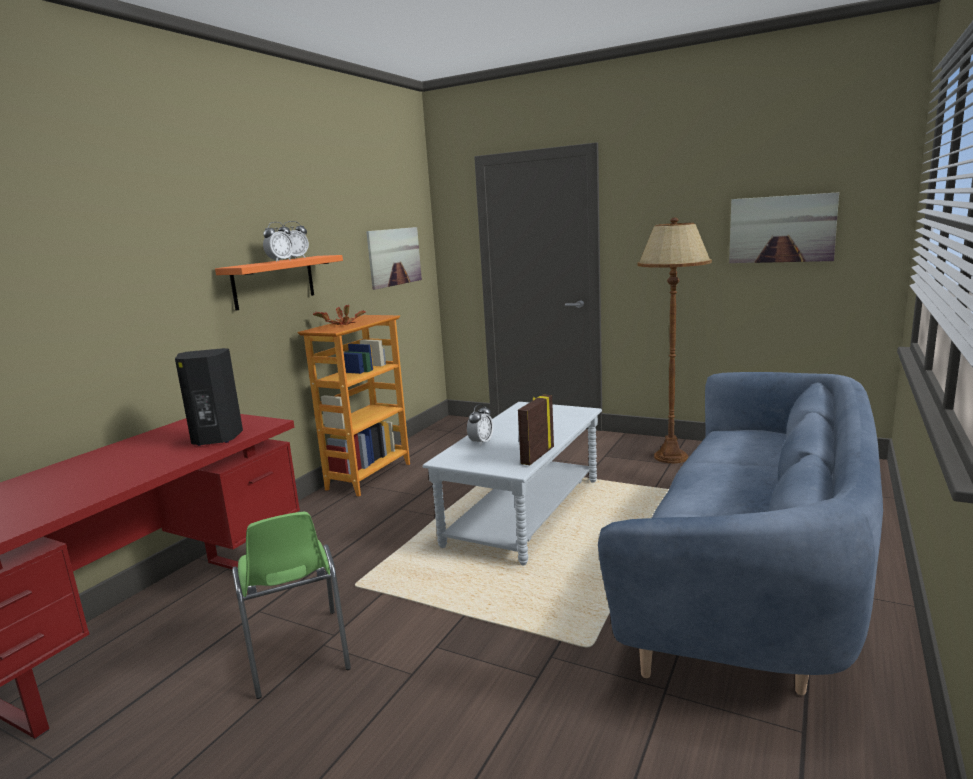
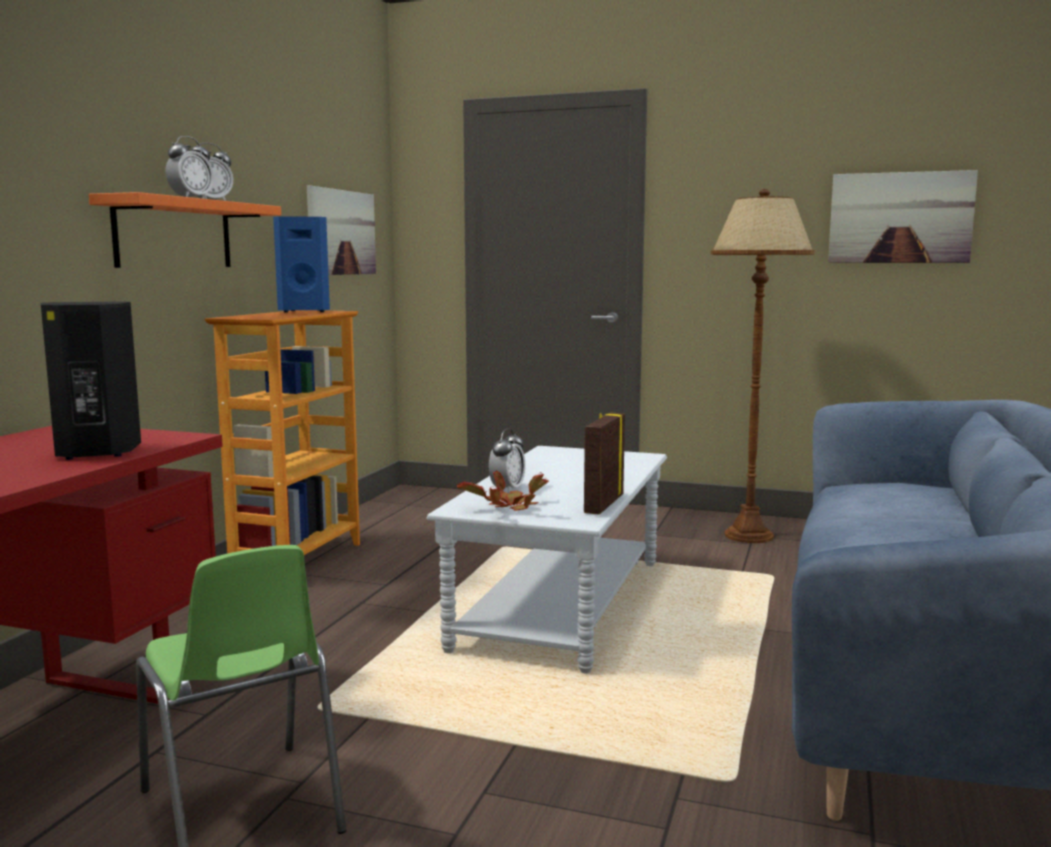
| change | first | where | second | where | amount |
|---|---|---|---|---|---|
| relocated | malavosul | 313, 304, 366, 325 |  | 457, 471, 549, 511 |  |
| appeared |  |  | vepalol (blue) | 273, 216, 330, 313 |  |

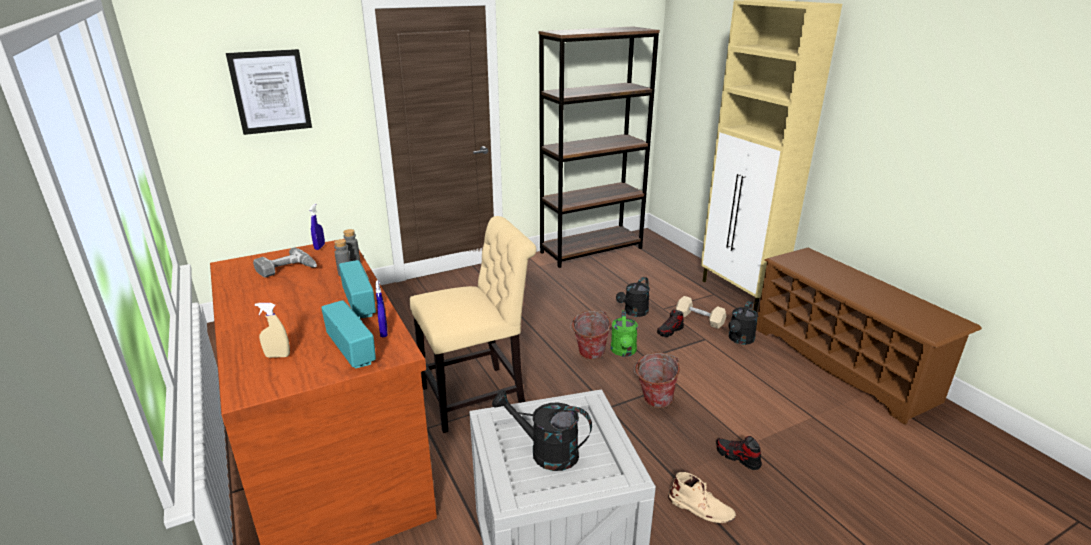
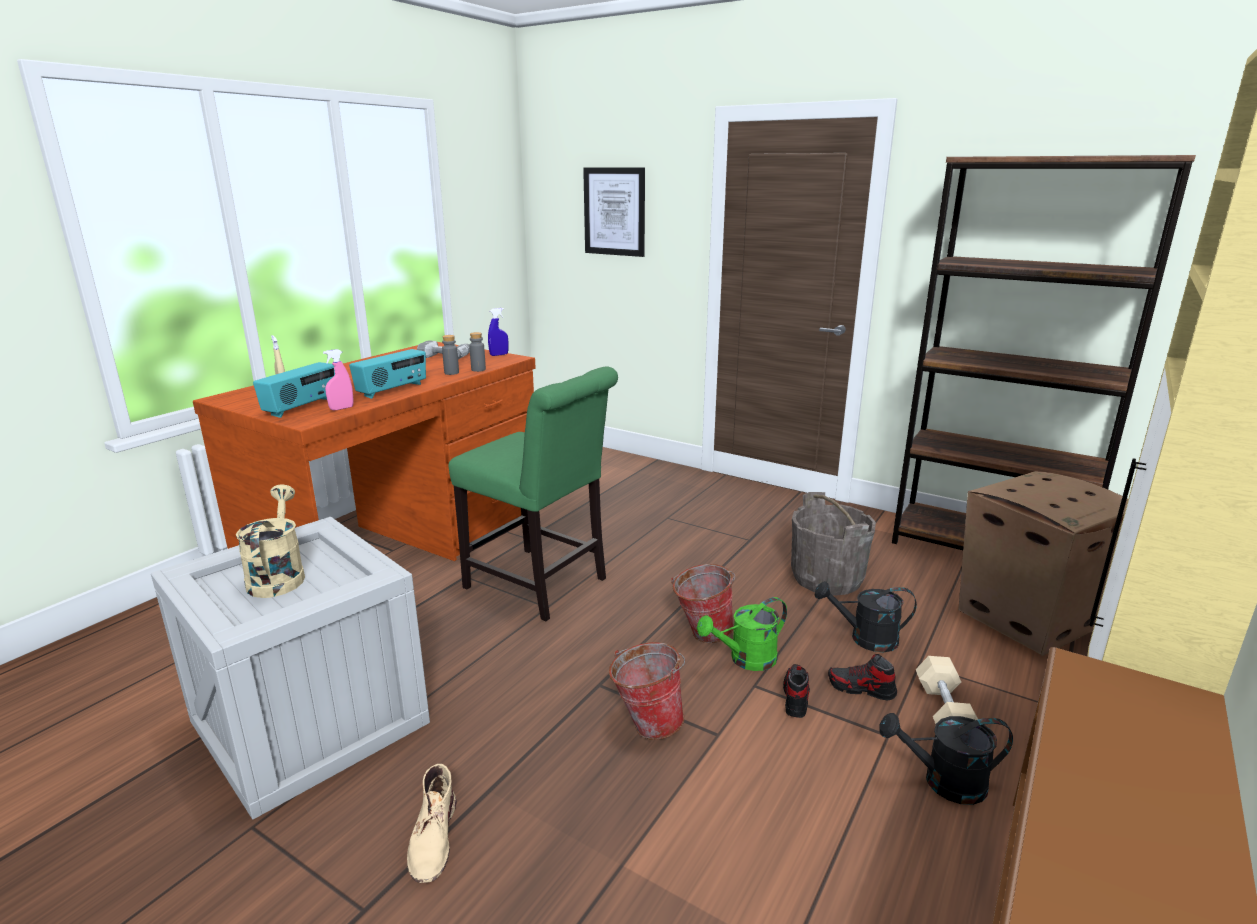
| change | first | where | second | where | amount |
|---|---|---|---|---|---|
| colour | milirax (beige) | 410, 216, 536, 433 | milirax (green) | 449, 366, 618, 621 |  |
| colour | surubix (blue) | 376, 280, 388, 337 | surubix (pink) | 323, 349, 354, 411 |  |
| colour | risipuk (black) | 492, 390, 592, 471 | risipuk (beige) | 236, 484, 305, 598 |  |
| relocated | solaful | 716, 436, 762, 470 |  | 783, 664, 810, 718 |  |
| appeared |  |  | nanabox | 958, 471, 1128, 656 |  |
| appeared |  |  | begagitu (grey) | 791, 492, 876, 596 |  |

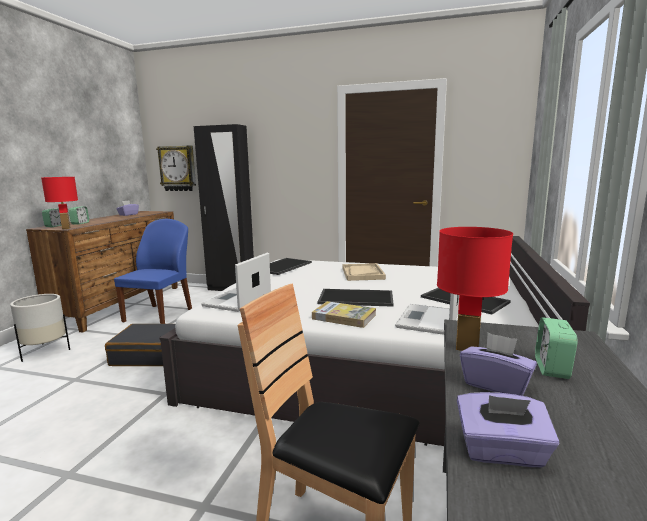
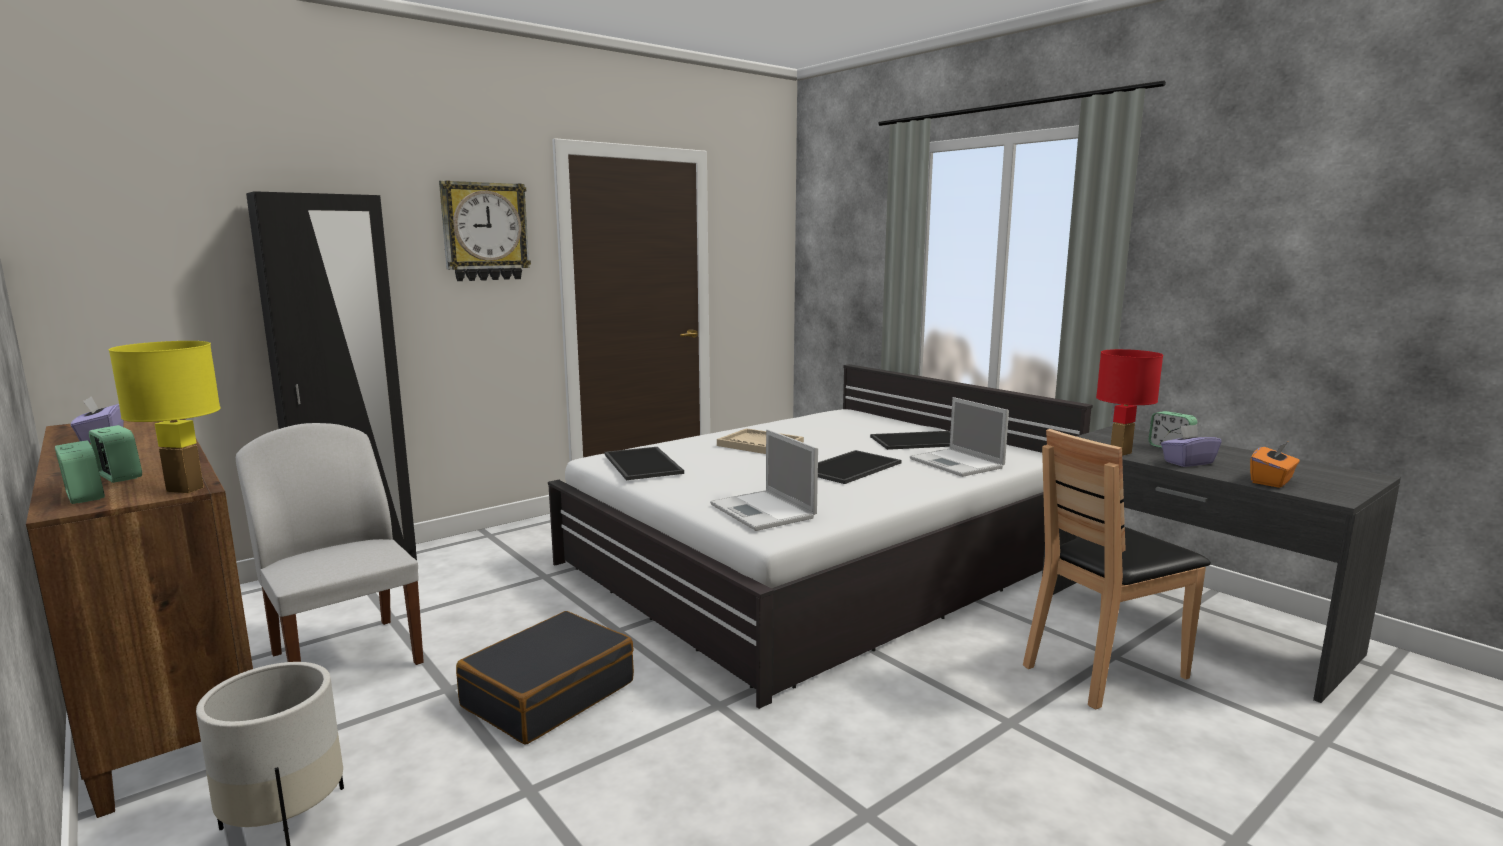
| change | first | where | second | where | amount |
|---|---|---|---|---|---|
| relocated | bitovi | 156, 146, 196, 191 |  | 439, 180, 531, 281 |  |
| colour | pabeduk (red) | 41, 177, 78, 229 | pabeduk (yellow) | 109, 341, 221, 493 |  |
| colour | milirax (blue) | 114, 219, 192, 324 | milirax (white) | 236, 423, 424, 665 |  |
| missing | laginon | 312, 301, 376, 328 |  |  |  |
| colour | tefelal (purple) | 457, 392, 559, 467 | tefelal (orange) | 1250, 442, 1299, 488 |  |

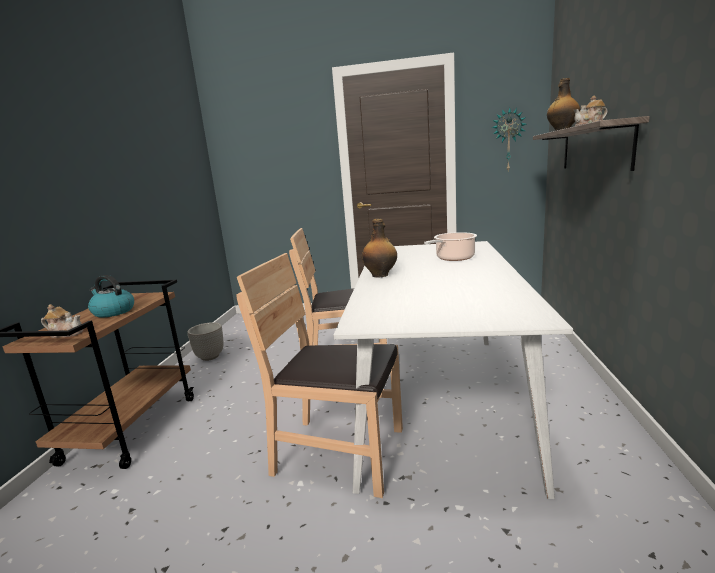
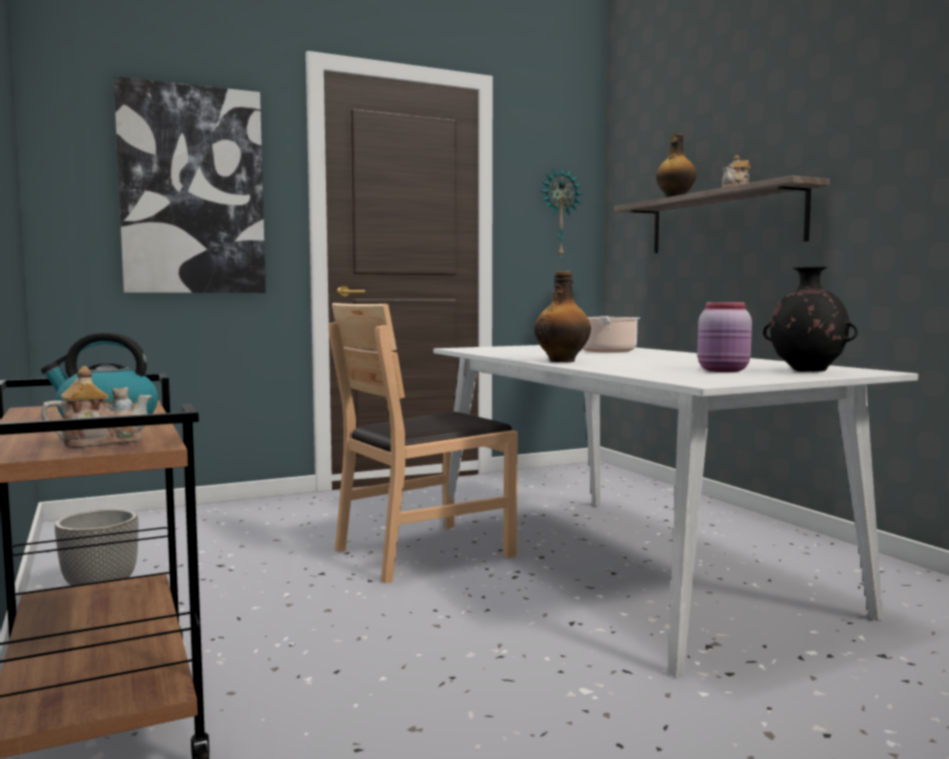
| change | first | where | second | where | amount |
|---|---|---|---|---|---|
| missing | milirax (brown) | 236, 253, 403, 498 |  |  |  |
| appeared |  |  | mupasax | 114, 76, 266, 293 |  |
| appeared |  |  | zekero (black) | 763, 266, 858, 372 |  |
| appeared |  |  | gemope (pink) | 697, 302, 752, 372 |  |

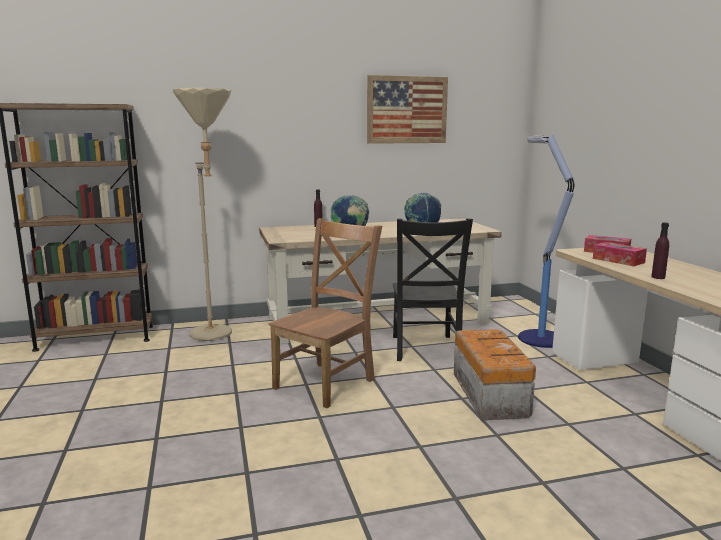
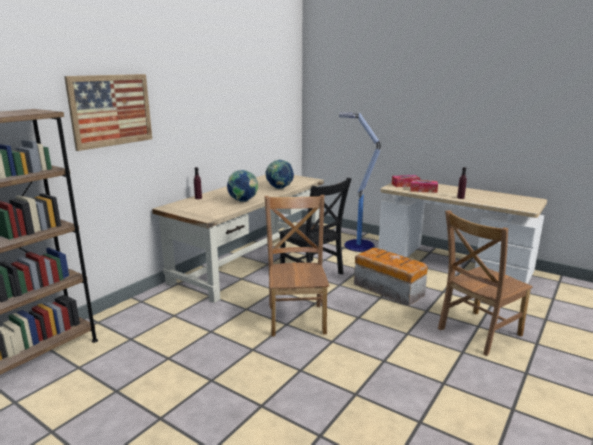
| change | first | where | second | where | amount |
|---|---|---|---|---|---|
| relocated | mupasax | 367, 75, 448, 144 |  | 64, 74, 152, 151 |  |
| missing | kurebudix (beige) | 173, 88, 232, 341 |  |  |  |
| appeared |  |  | milirax (brown) | 438, 210, 533, 356 |  |

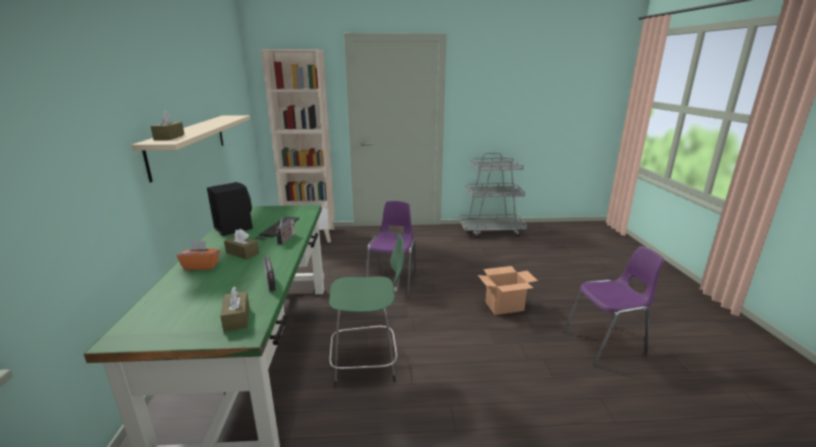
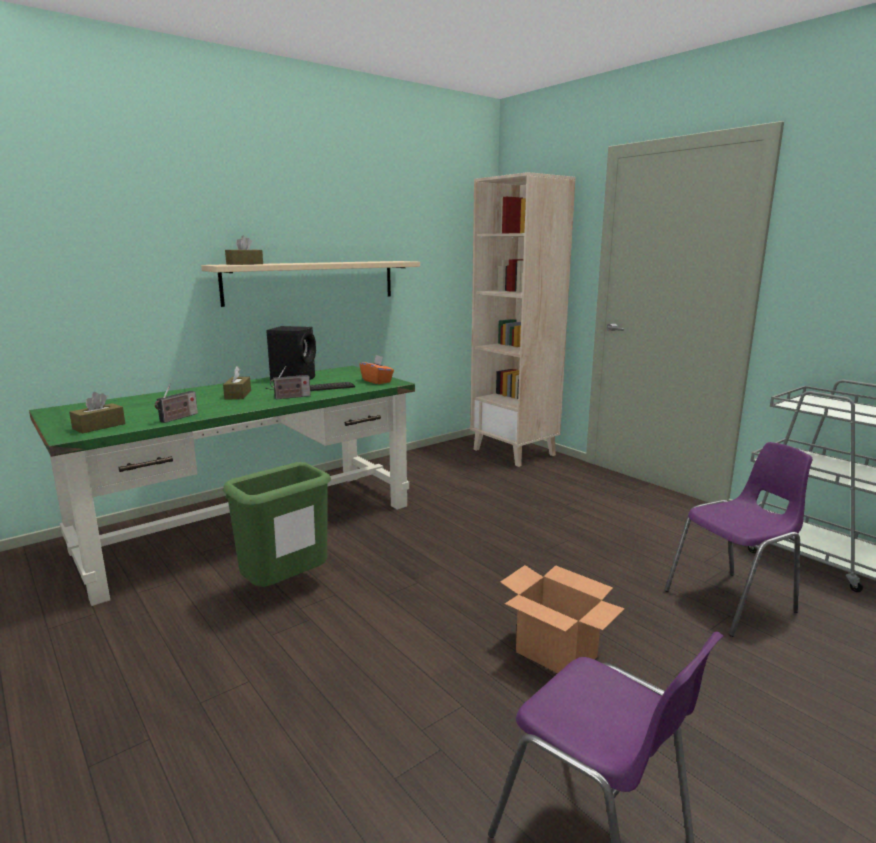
| change | first | where | second | where | amount |
|---|---|---|---|---|---|
| relocated | milirax (purple) | 366, 201, 416, 297 |  | 664, 442, 812, 637 |  |
| exchanged | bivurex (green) | 329, 234, 404, 388 | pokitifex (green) | 223, 462, 331, 587 |  |
| relocated | tefelal (orange) | 177, 241, 220, 270 |  | 360, 355, 394, 384 |  |

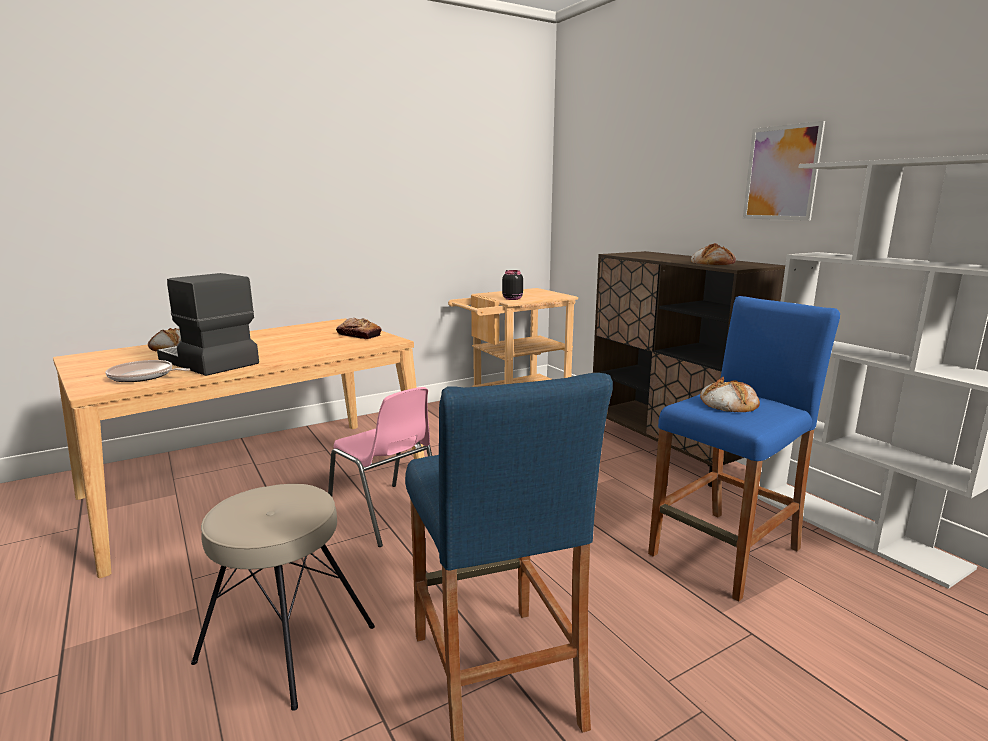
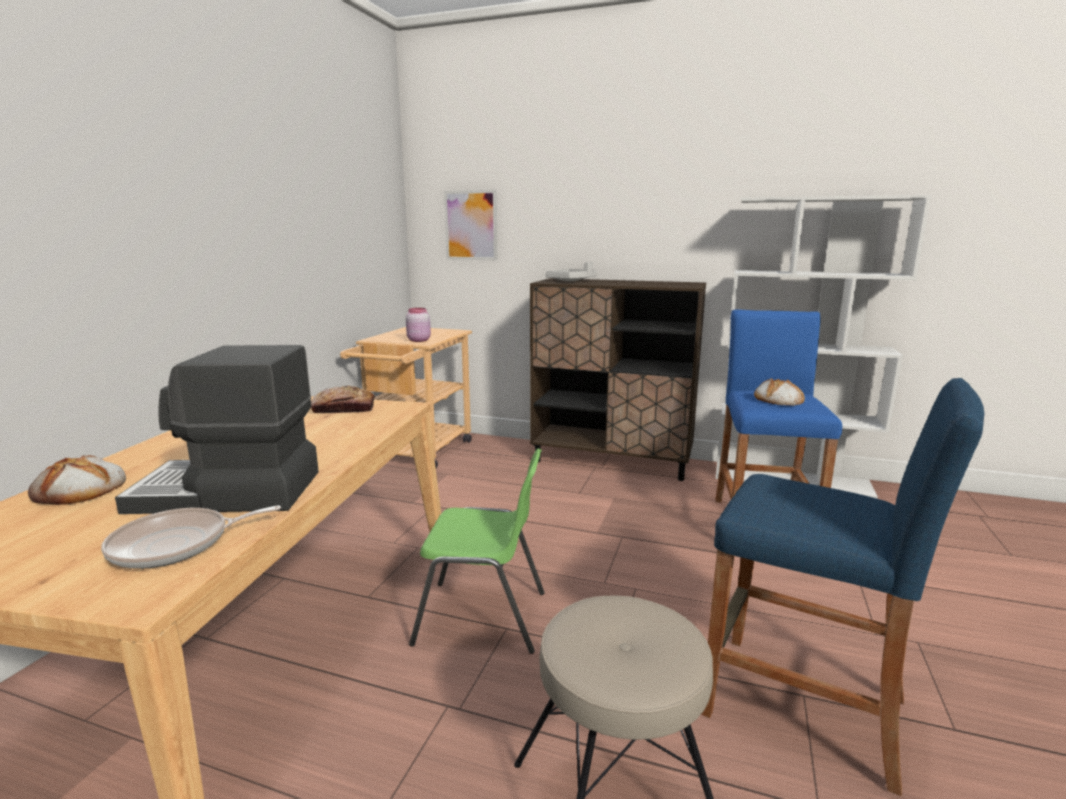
| change | first | where | second | where | amount |
|---|---|---|---|---|---|
| relocated | mupasax | 743, 121, 825, 221 |  | 444, 190, 497, 260 |  |
| missing | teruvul | 691, 243, 736, 265 |  |  |  |
| colour | gemope (black) | 502, 270, 523, 300 | gemope (pink) | 406, 308, 431, 342 |  |
| colour | milirax (pink) | 328, 387, 432, 547 | milirax (green) | 409, 448, 545, 654 |  |
| appeared |  |  | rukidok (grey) | 546, 262, 597, 281 |  |

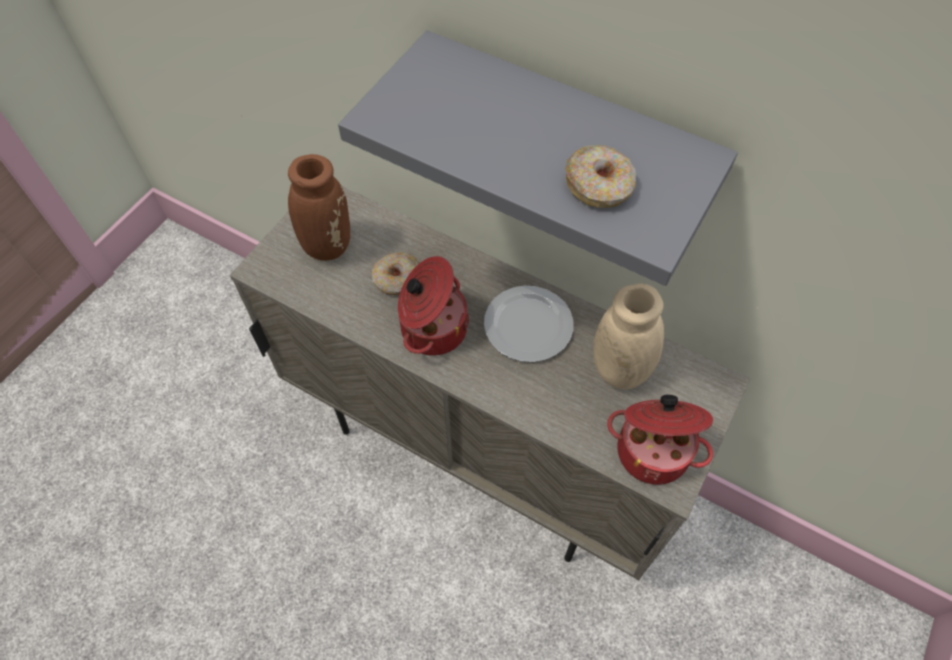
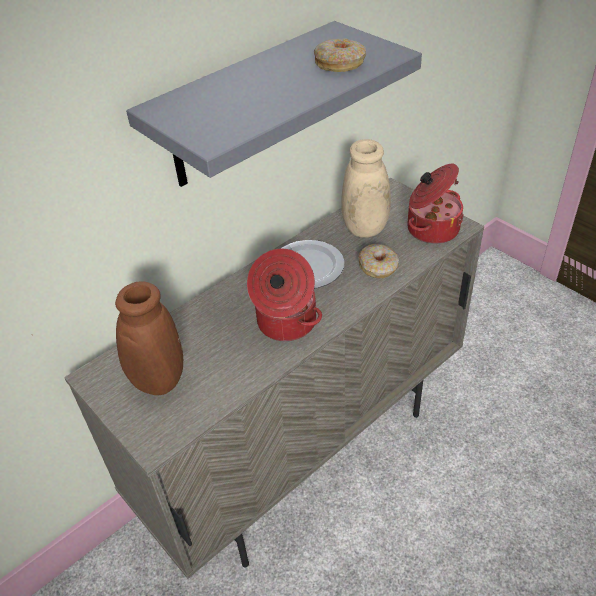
| change | first | where | second | where | amount |
|---|---|---|---|---|---|
| relocated | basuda | 372, 252, 419, 295 |  | 358, 244, 399, 278 |  |

